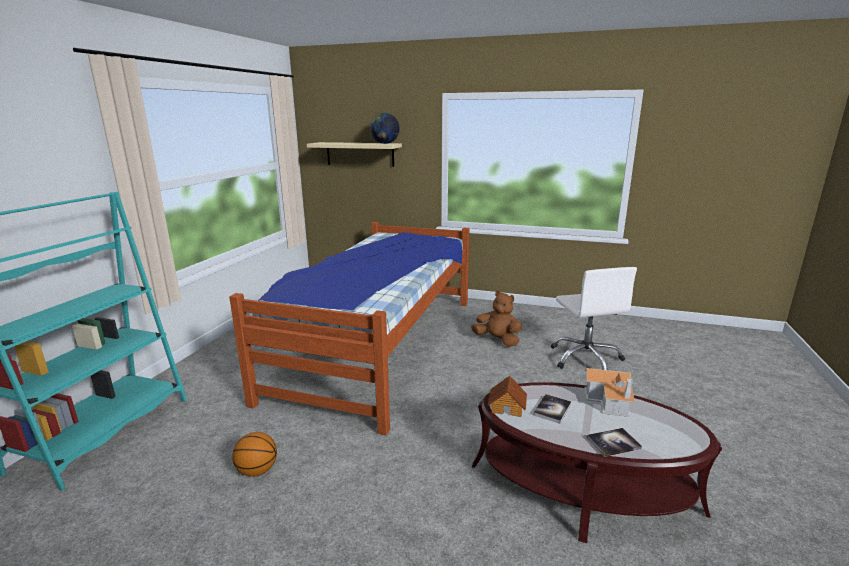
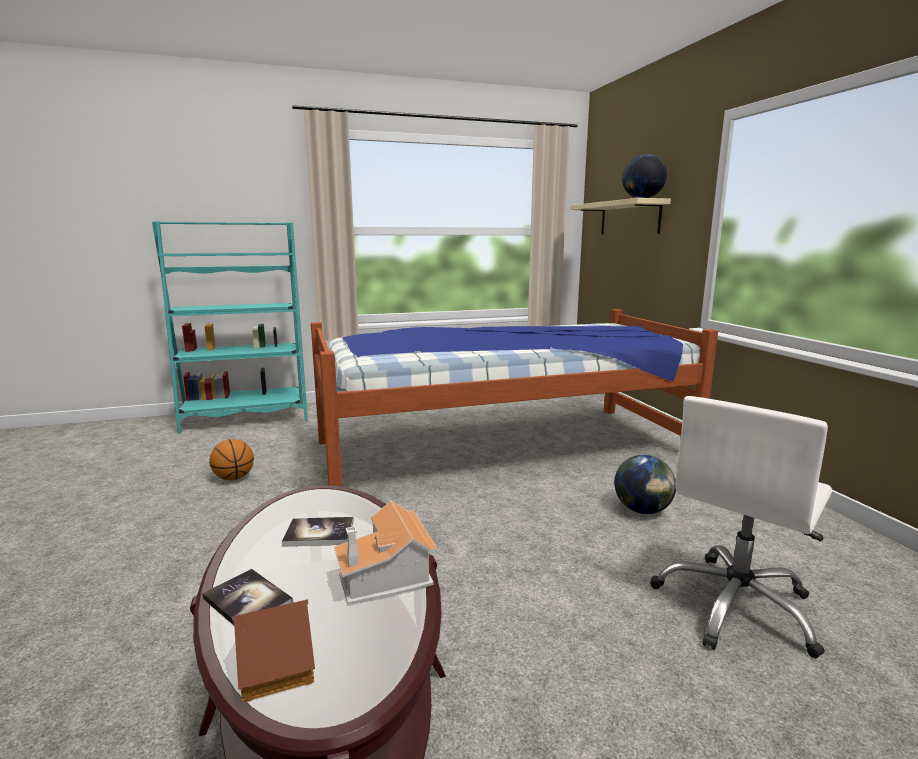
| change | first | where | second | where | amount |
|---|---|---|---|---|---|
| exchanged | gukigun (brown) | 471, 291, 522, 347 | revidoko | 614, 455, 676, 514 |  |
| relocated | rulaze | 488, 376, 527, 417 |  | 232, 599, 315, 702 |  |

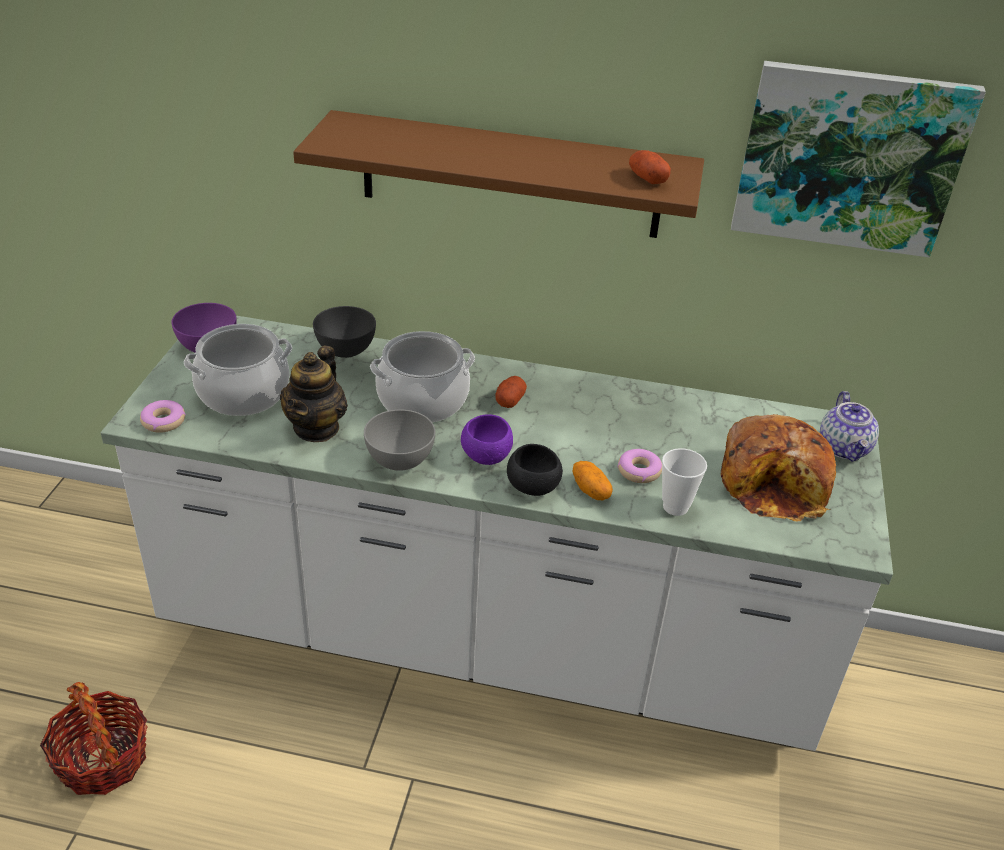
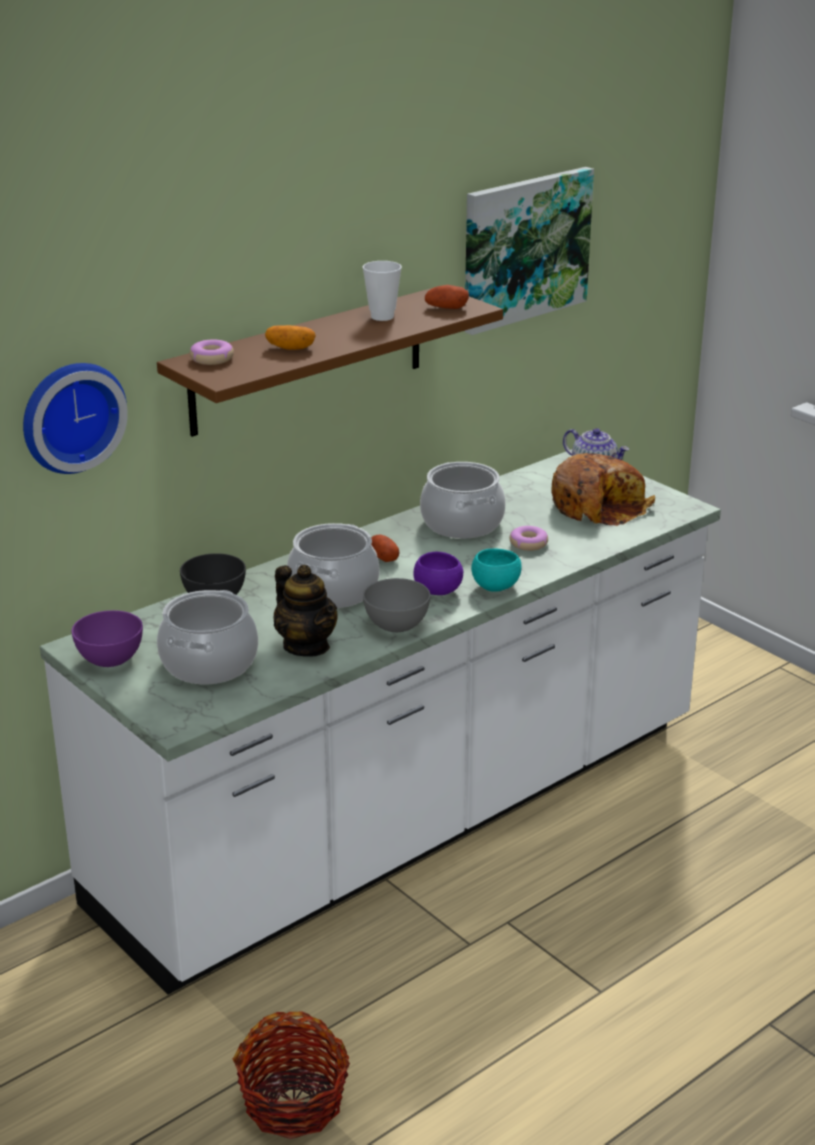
| change | first | where | second | where | amount |
|---|---|---|---|---|---|
| relocated | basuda | 140, 400, 186, 433 |  | 190, 339, 234, 365 |  |
| colour | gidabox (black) | 507, 444, 563, 496 | gidabox (turquoise) | 471, 549, 522, 592 |  |
| relocated | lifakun | 662, 448, 707, 516 |  | 362, 261, 402, 321 |  |
| relocated | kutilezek | 573, 461, 613, 500 |  | 265, 325, 316, 350 |  |
| appeared |  |  | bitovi | 23, 363, 128, 474 |  |
| appeared |  |  | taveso | 420, 462, 506, 538 |  |

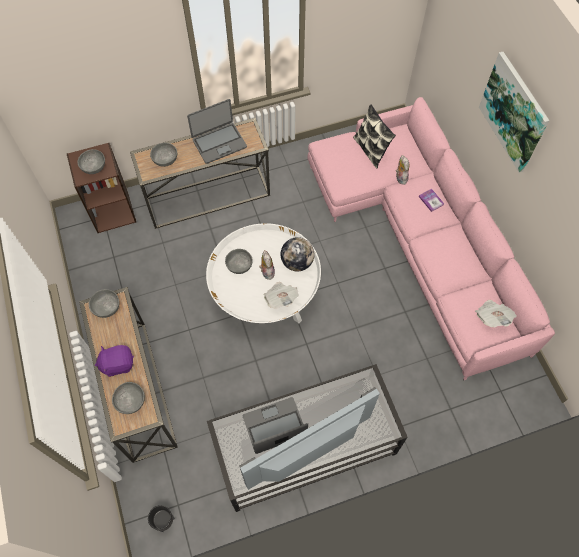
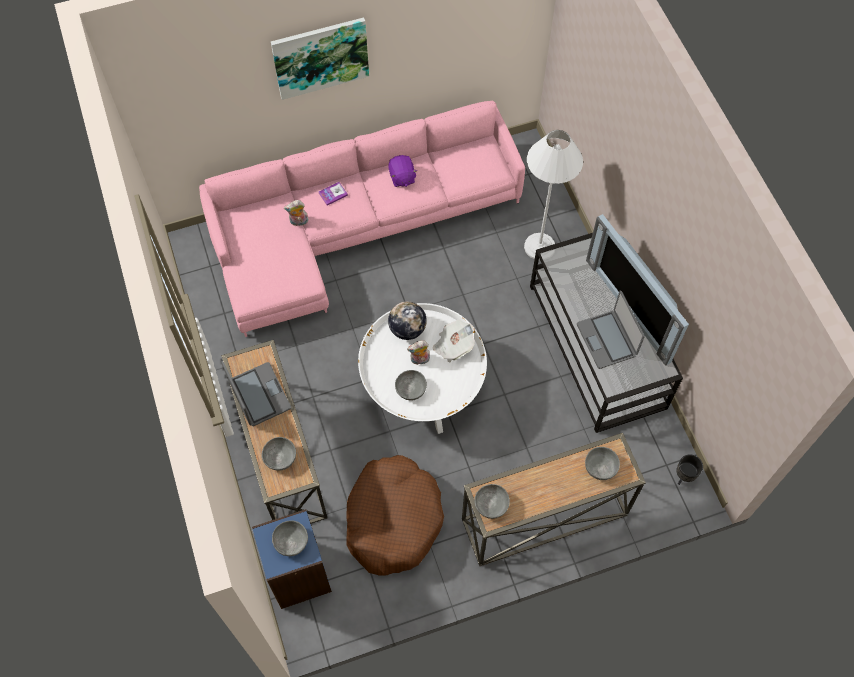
| change | first | where | second | where | amount |
|---|---|---|---|---|---|
| missing | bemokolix | 353, 104, 396, 169 |  |  |  |
| colour | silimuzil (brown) | 67, 143, 136, 233 | silimuzil (blue) | 252, 509, 332, 609 |  |
| missing | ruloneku | 475, 300, 517, 327 |  |  |  |
| relocated | gukigun (purple) | 95, 345, 134, 377 |  | 388, 155, 417, 187 |  |
| appeared |  |  | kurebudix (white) | 524, 130, 583, 260 |  |
| appeared |  |  | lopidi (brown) | 346, 455, 444, 576 |  |

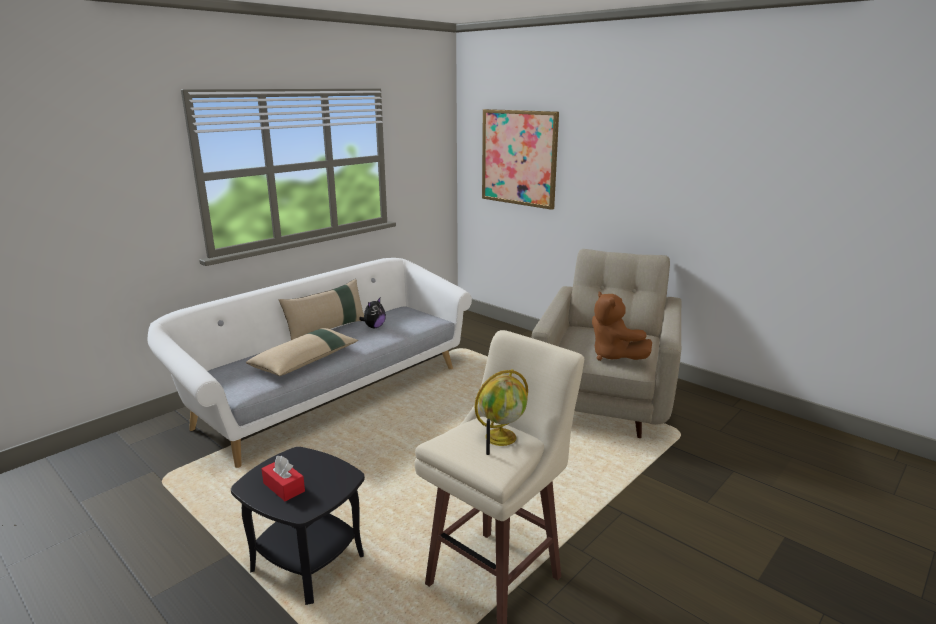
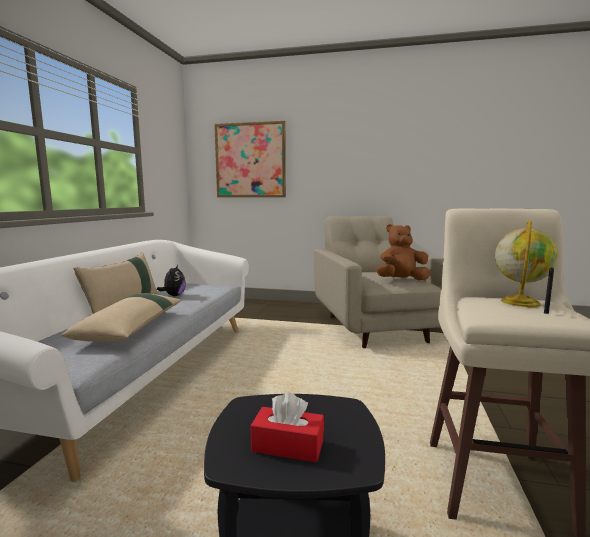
| change | first | where | second | where | amount |
|---|---|---|---|---|---|
| spun | gukigun (brown) | 592, 291, 652, 361 |  | 377, 224, 430, 280 | 135 degrees clockwise |

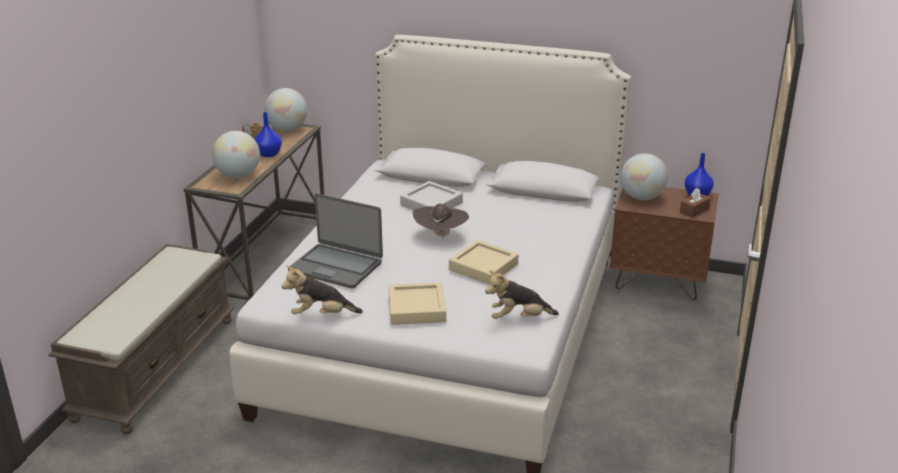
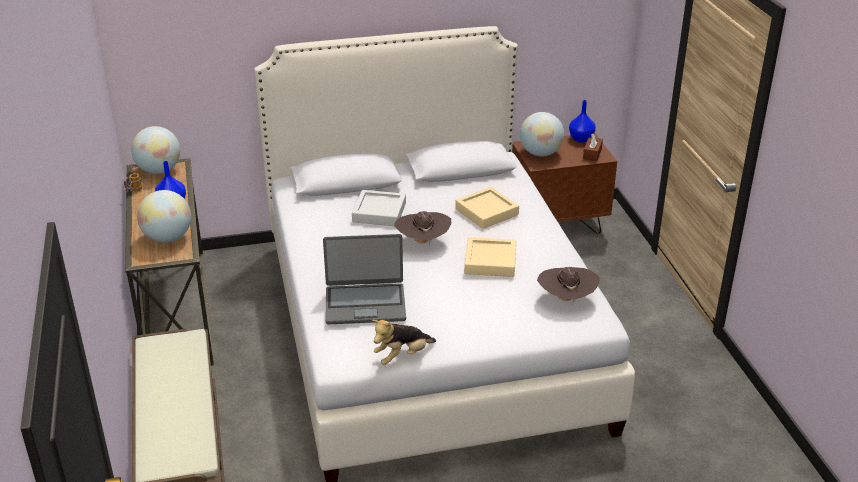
| change | first | where | second | where | amount |
|---|---|---|---|---|---|
| exchanged | gukigun | 485, 270, 559, 319 | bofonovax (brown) | 537, 267, 600, 303 |  |
| relocated | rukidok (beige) | 388, 282, 446, 325 |  | 455, 187, 519, 229 |  |

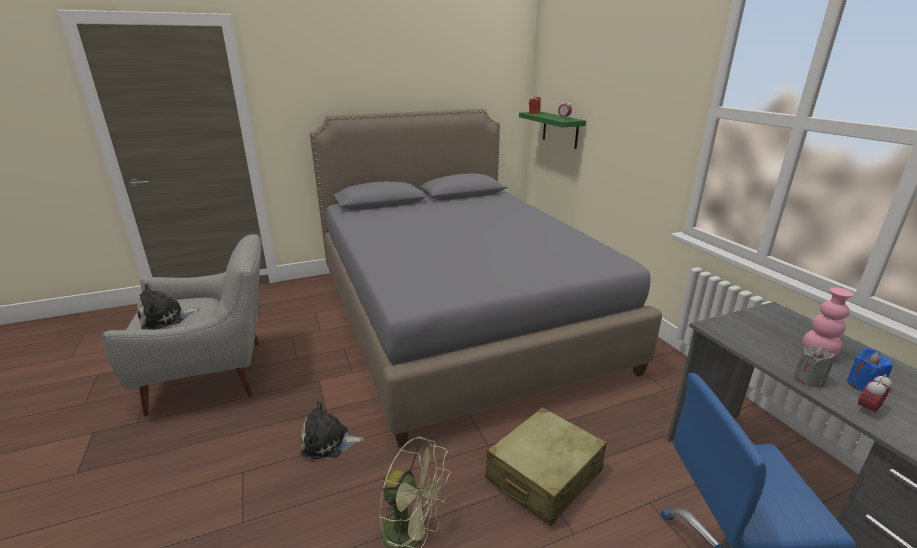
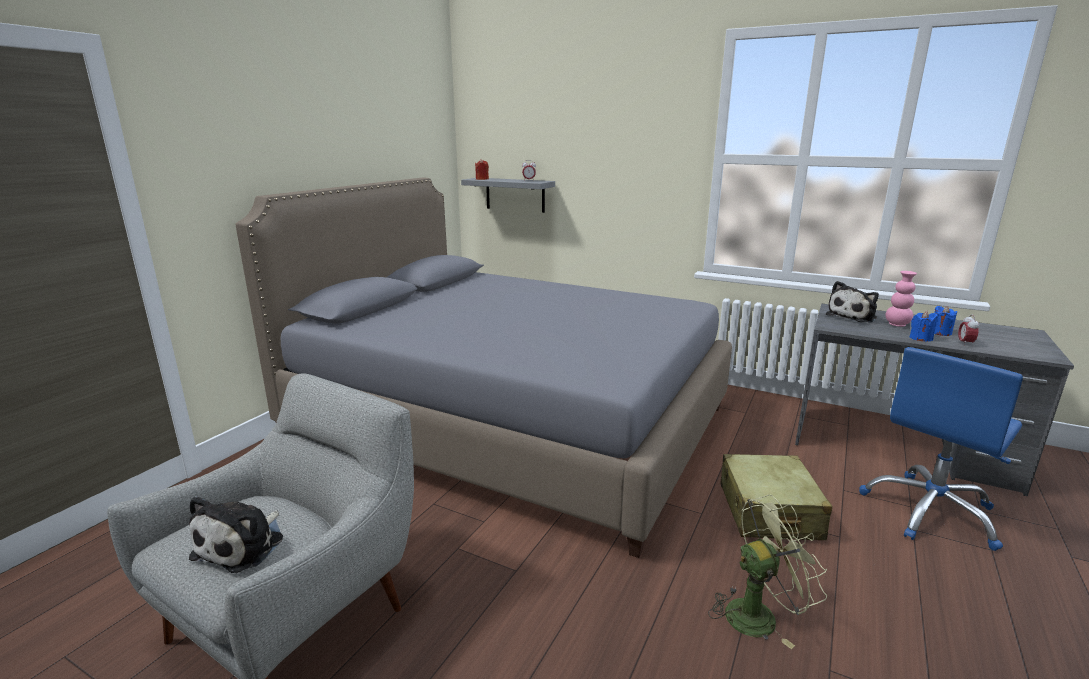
| change | first | where | second | where | amount |
|---|---|---|---|---|---|
| colour | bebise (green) | 519, 111, 586, 149 | bebise (grey) | 461, 178, 555, 213 |  |
| colour | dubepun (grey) | 794, 347, 836, 388 | dubepun (blue) | 910, 311, 938, 342 |  |
| relocated | gukigun | 301, 401, 364, 460 |  | 826, 281, 879, 323 |  |

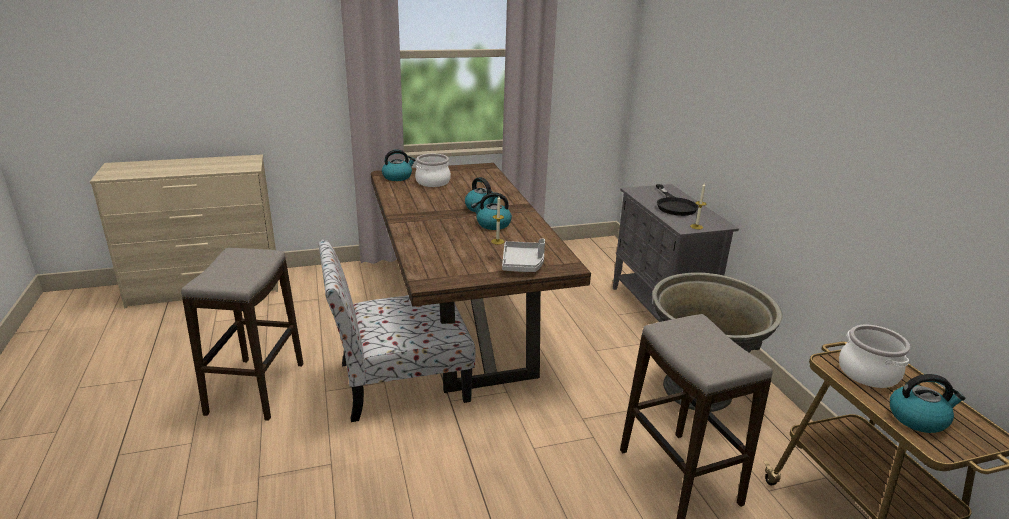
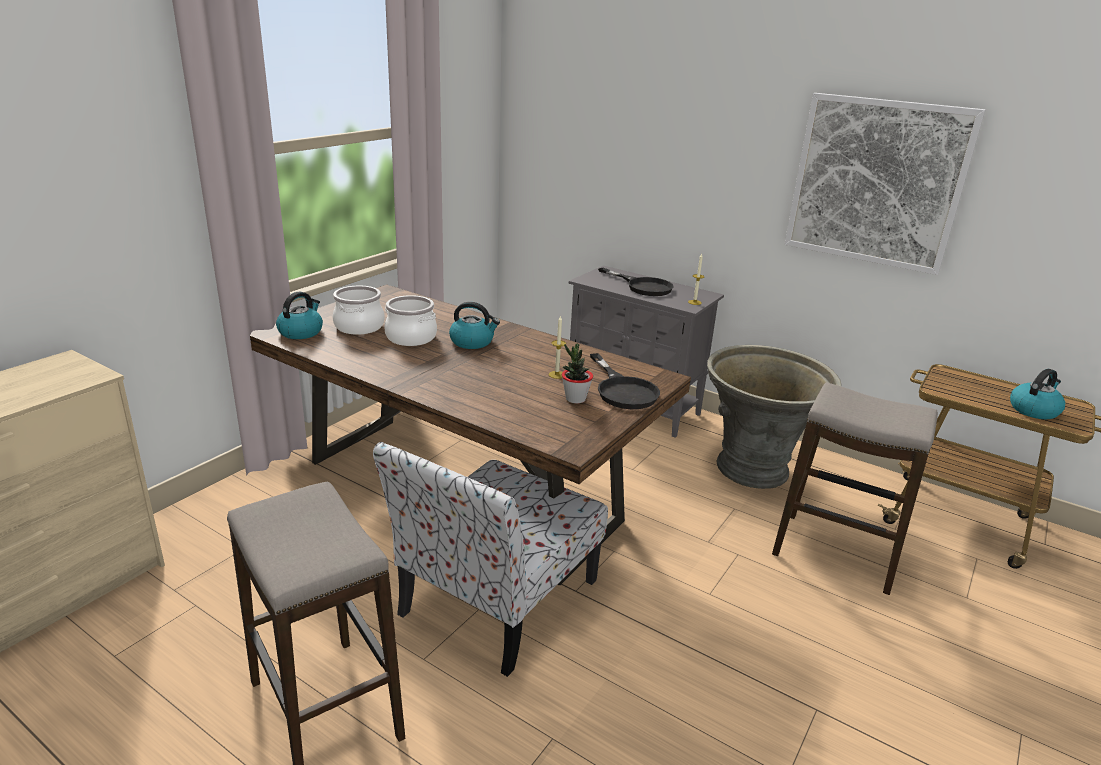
| change | first | where | second | where | amount |
|---|---|---|---|---|---|
| missing | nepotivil | 471, 193, 512, 230 |  |  |  |
| exchanged | rukidok (grey) | 502, 239, 545, 272 | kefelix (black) | 590, 353, 660, 409 |  |
| relocated | taveso | 839, 324, 910, 388 |  | 384, 295, 437, 346 |  |
| appeared |  |  | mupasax | 784, 93, 986, 275 |  |
| appeared |  |  | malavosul | 562, 343, 593, 404 |  |

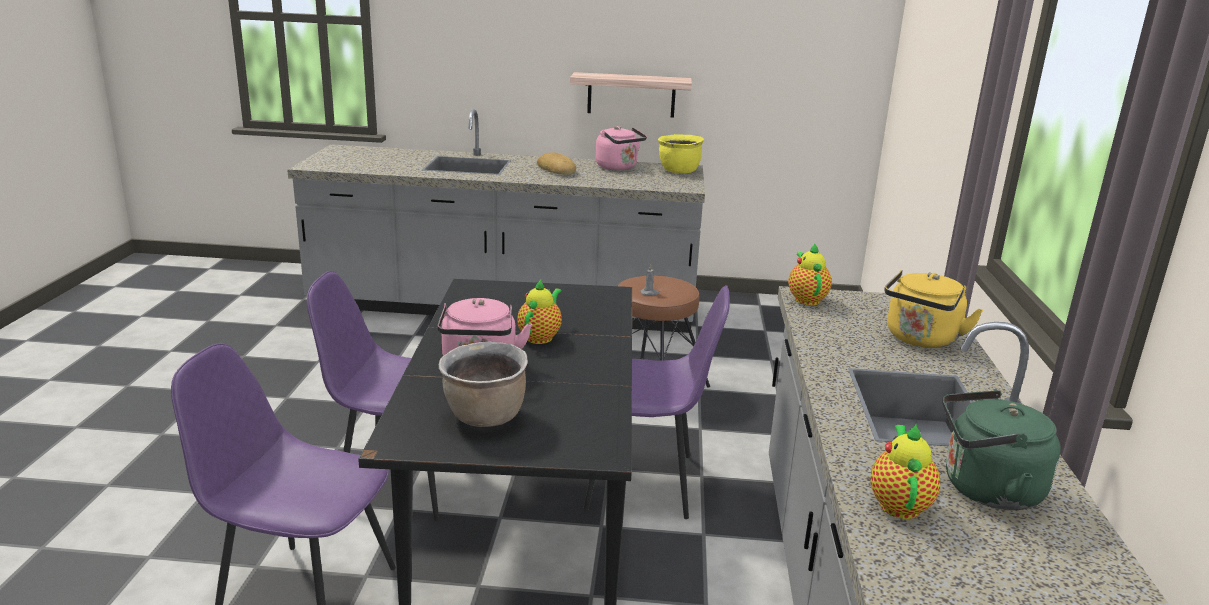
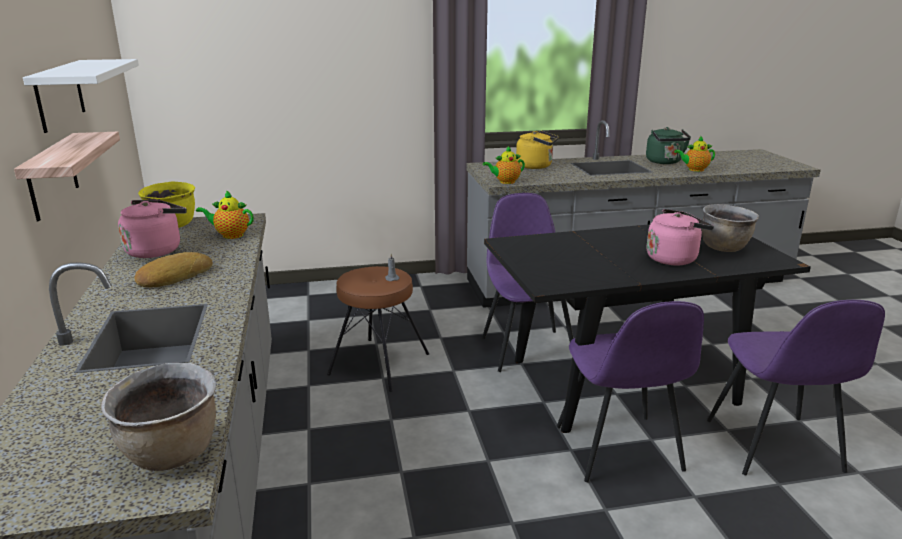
| change | first | where | second | where | amount |
|---|---|---|---|---|---|
| relocated | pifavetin | 517, 280, 562, 344 |  | 196, 190, 254, 239 |  |
| appeared |  |  | bebise (white) | 23, 59, 139, 133 |  |
| appeared |  |  | taveso (brown) | 101, 363, 216, 471 |  |

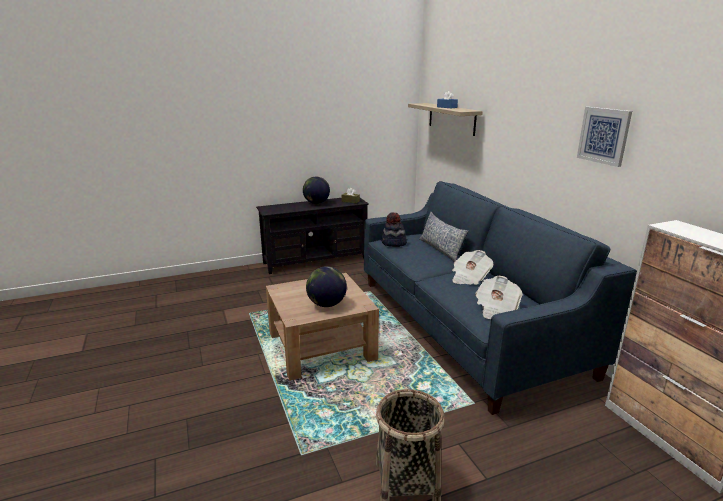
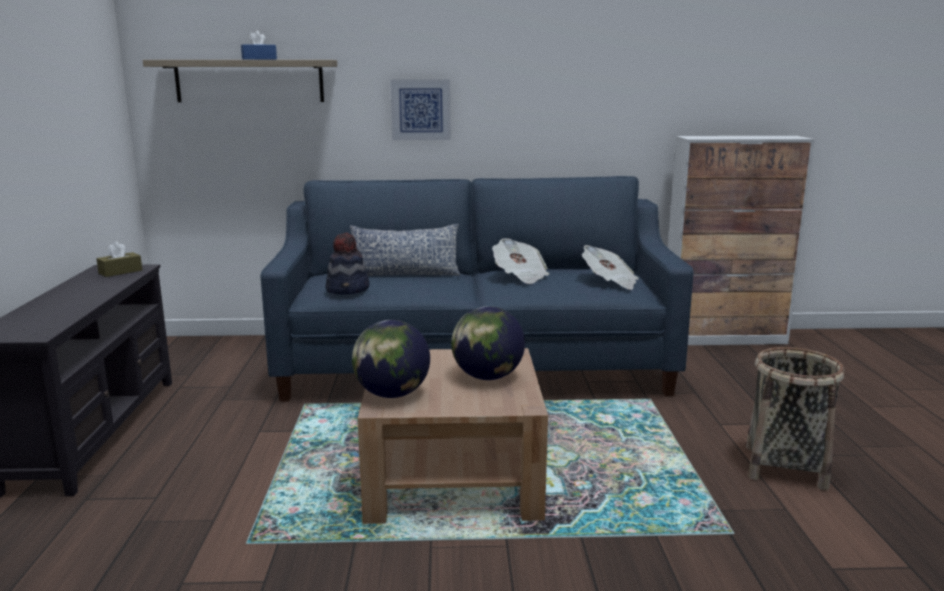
| change | first | where | second | where | amount |
|---|---|---|---|---|---|
| relocated | mupasax | 577, 107, 632, 167 |  | 390, 79, 450, 140 |  |
| relocated | revidoko | 303, 176, 330, 204 |  | 352, 320, 430, 398 |  |

